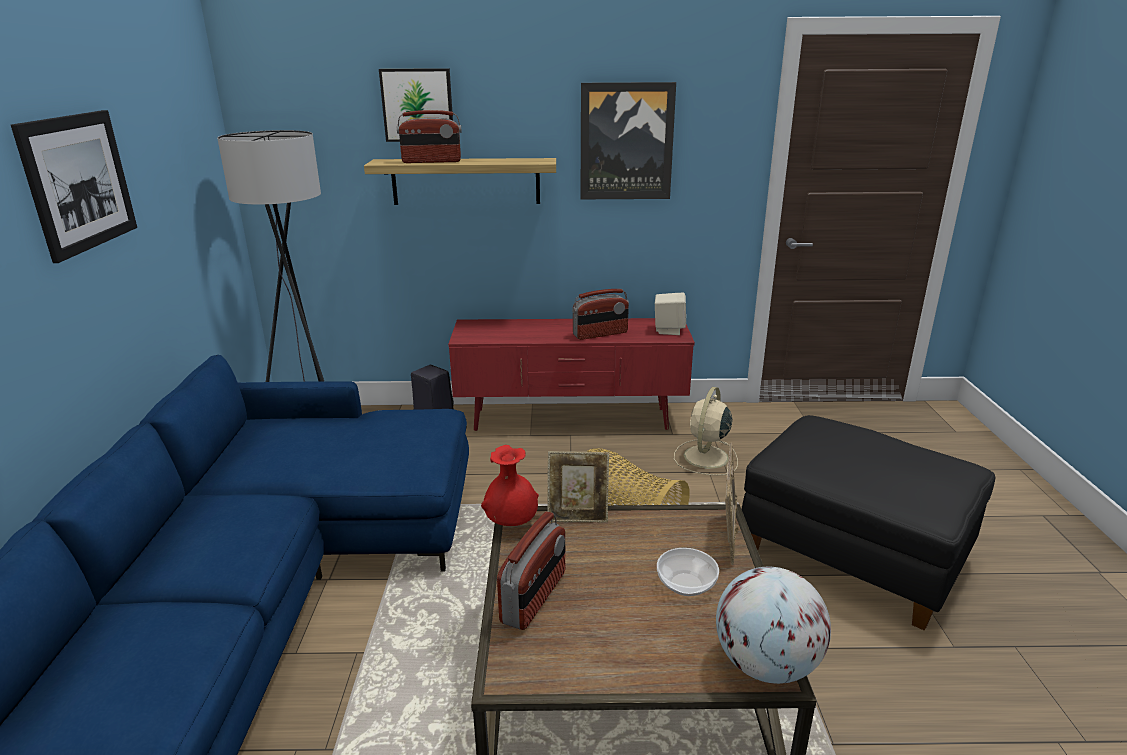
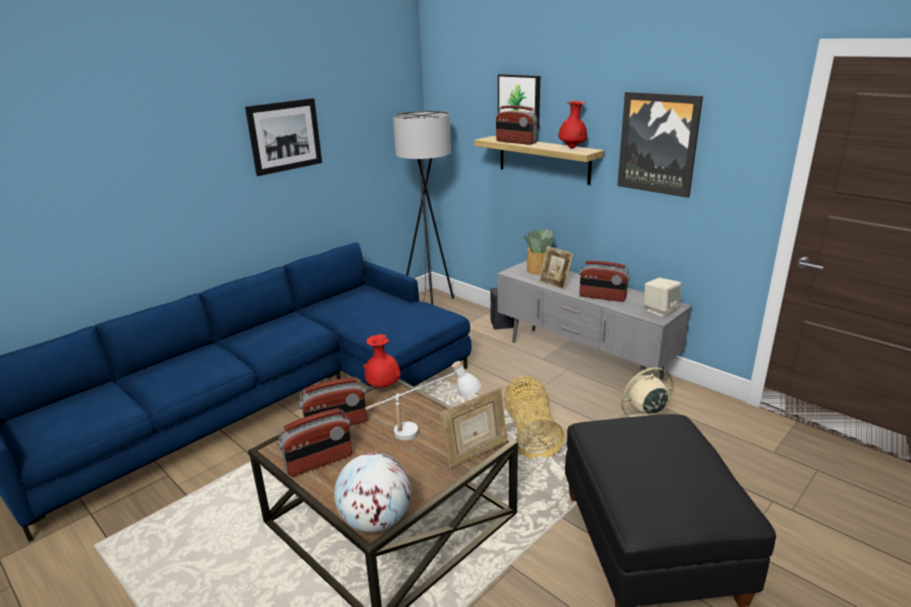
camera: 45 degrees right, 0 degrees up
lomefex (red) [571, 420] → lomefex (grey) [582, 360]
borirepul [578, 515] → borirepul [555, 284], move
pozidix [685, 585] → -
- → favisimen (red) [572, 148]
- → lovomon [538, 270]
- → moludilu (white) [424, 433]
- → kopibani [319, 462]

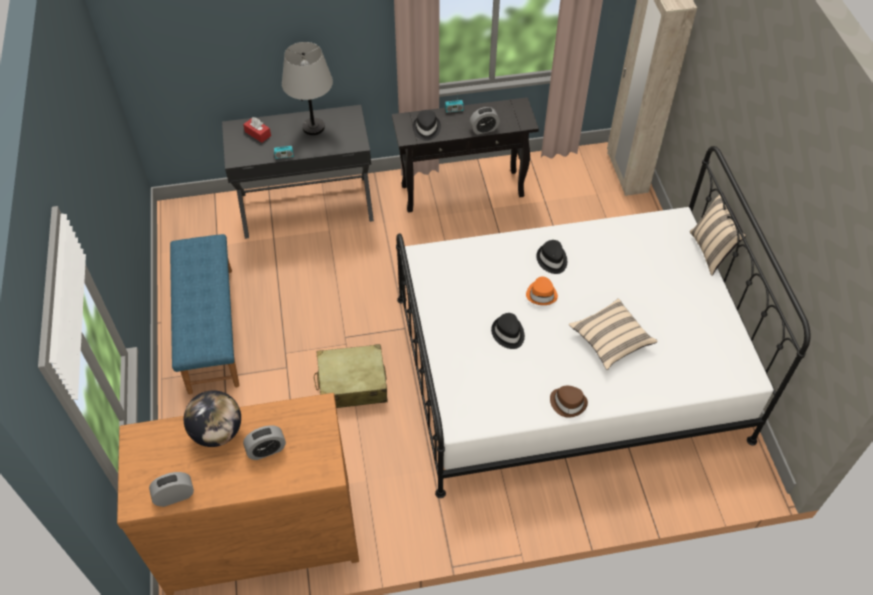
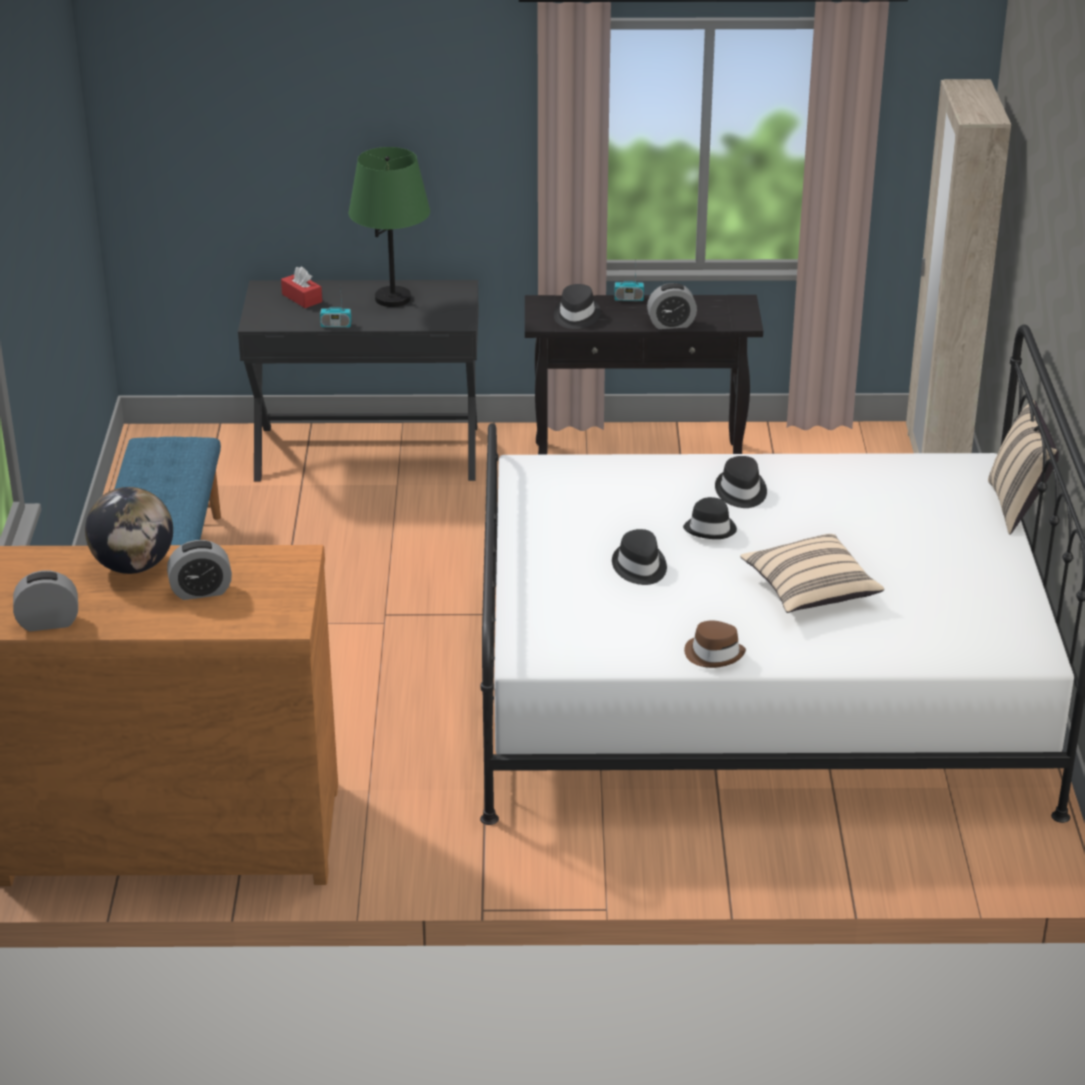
camera: 10 degrees right, 20 degrees down
moludilu (grey) [313, 127] → moludilu (green) [392, 298]
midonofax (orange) [542, 294] → midonofax (black) [711, 528]
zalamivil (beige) [352, 384] → -

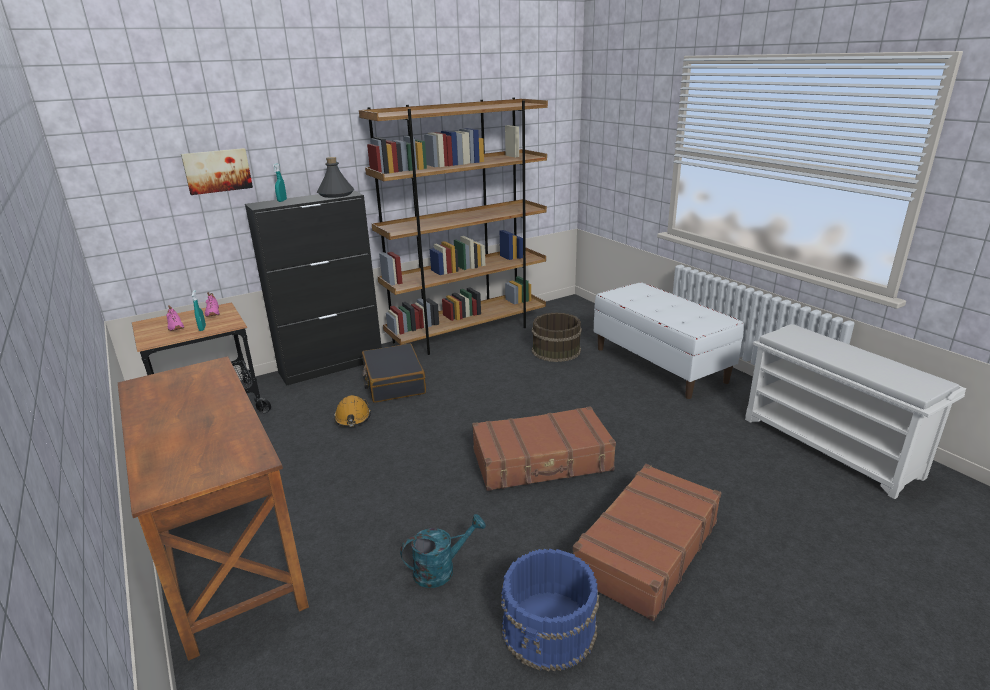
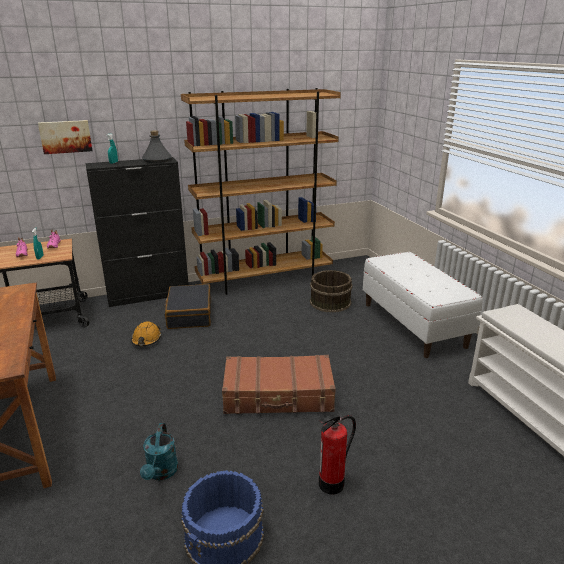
camera: 10 degrees right, 0 degrees up
zalamivil (brown) [645, 549] → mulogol [331, 484]
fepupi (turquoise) [441, 569] → fepupi (turquoise) [161, 473], 105 degrees clockwise

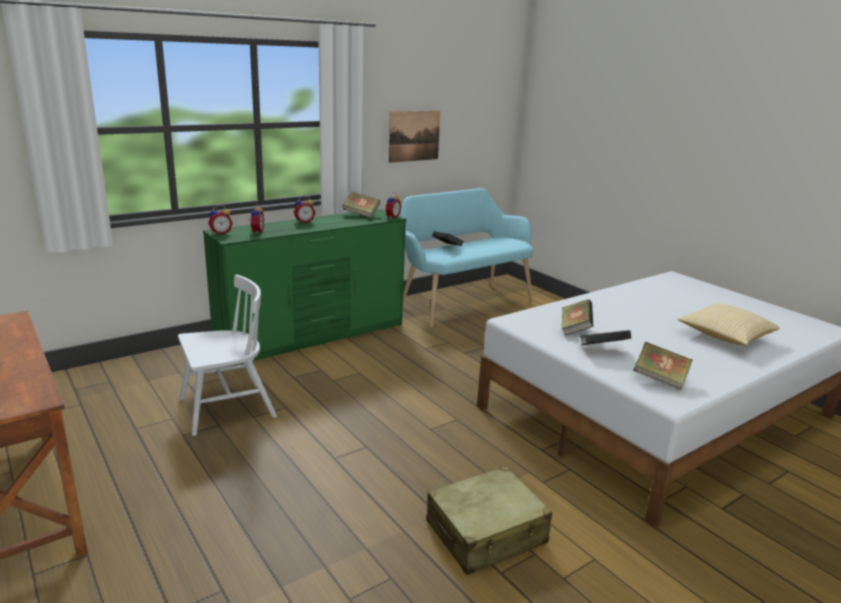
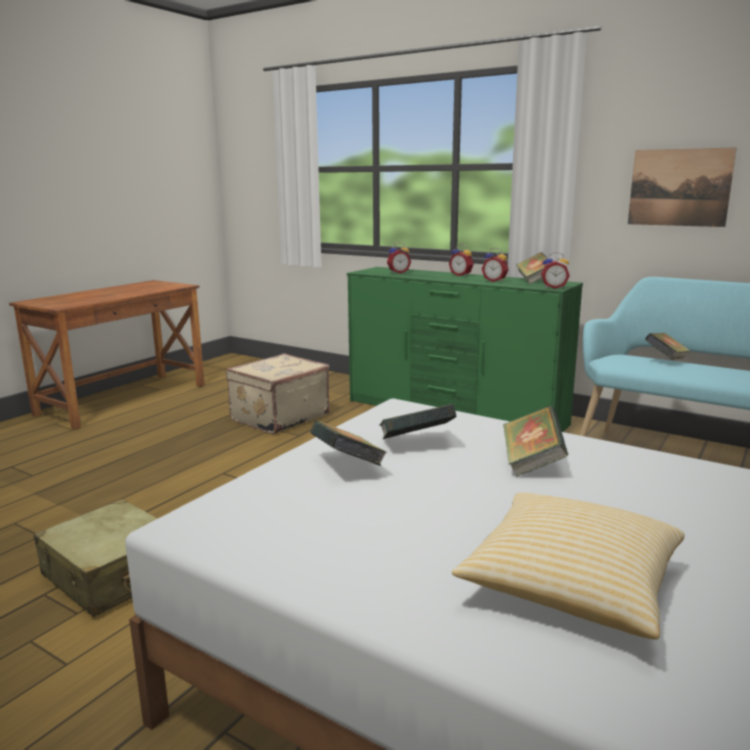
camera: 70 degrees right, 5 degrees down
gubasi [220, 233] → gubasi [495, 281], move
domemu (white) [226, 408] → zalamivil (beige) [278, 417]
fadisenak [660, 379] → fadisenak [531, 463], move

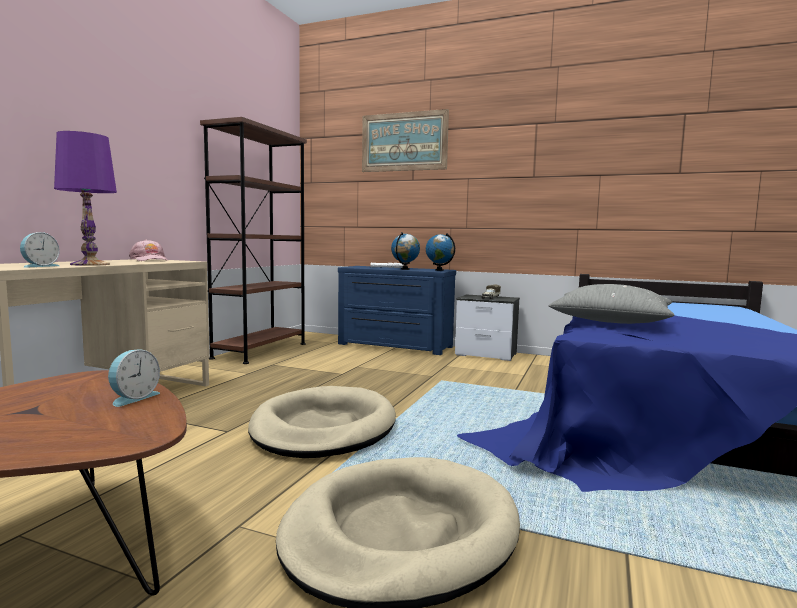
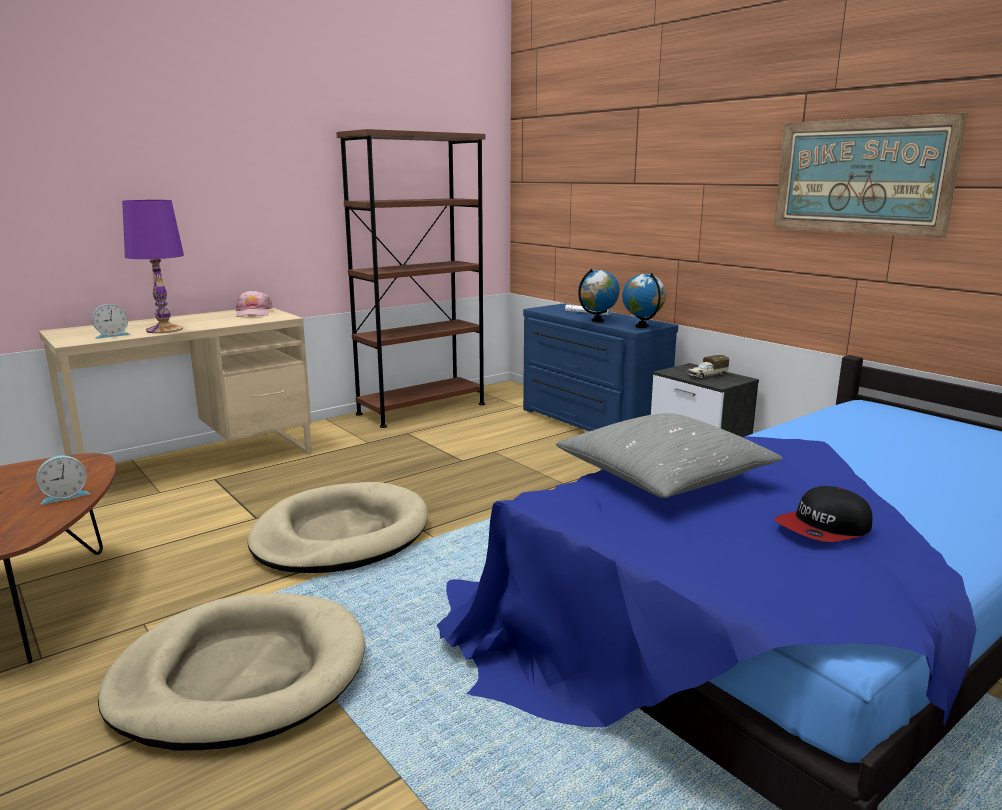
camera: 30 degrees right, 10 degrees up
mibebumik [404, 142] → mibebumik [861, 176], move
- → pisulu [824, 528]

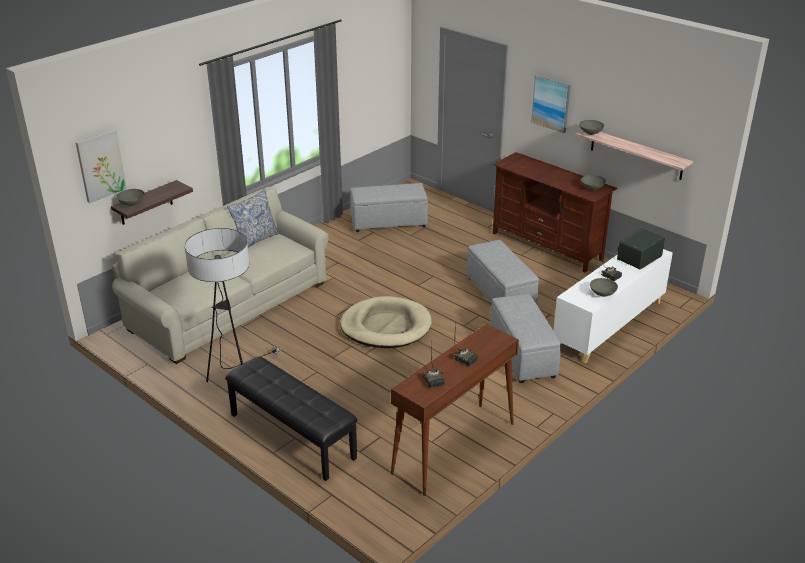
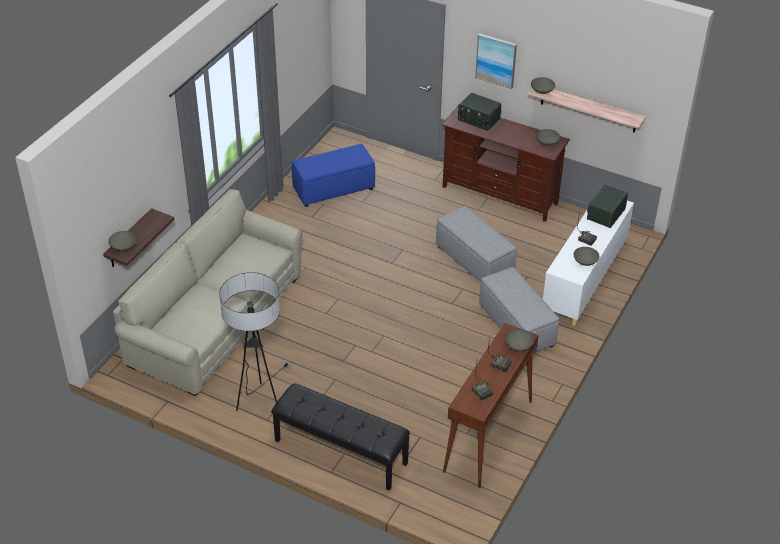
camera: 15 degrees left, 10 degrees up
mibebumik [100, 165] → -
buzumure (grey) [388, 222] → buzumure (blue) [333, 189]
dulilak [255, 239] → -
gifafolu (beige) [386, 326] → -
- → kopibani [478, 120]
- → pozidix (grey) [518, 346]

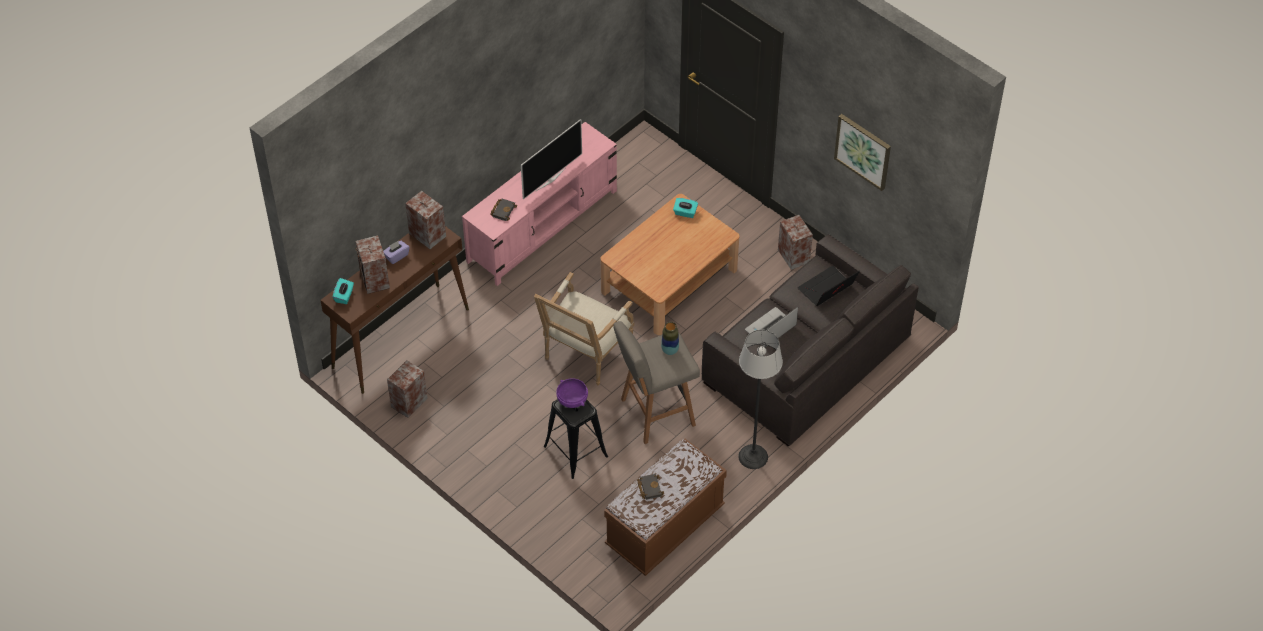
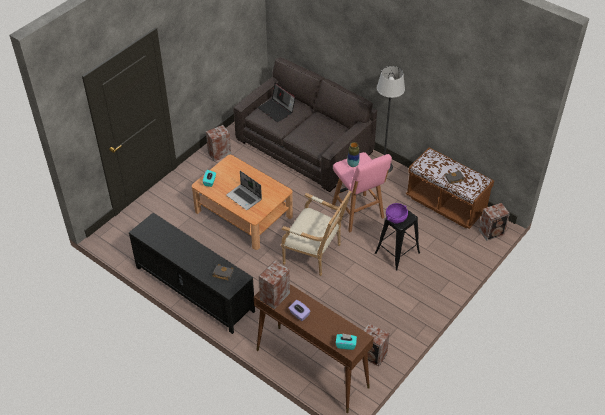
camera: 95 degrees left, 5 degrees down
mibebumik [863, 151] → -
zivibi [550, 179] → -
lomefex (pink) [543, 226] → lomefex (black) [194, 288]
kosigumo [374, 280] → kosigumo [492, 232], move
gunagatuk [770, 329] → gunagatuk [244, 197], move
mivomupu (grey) [655, 413] → mivomupu (pink) [358, 214]

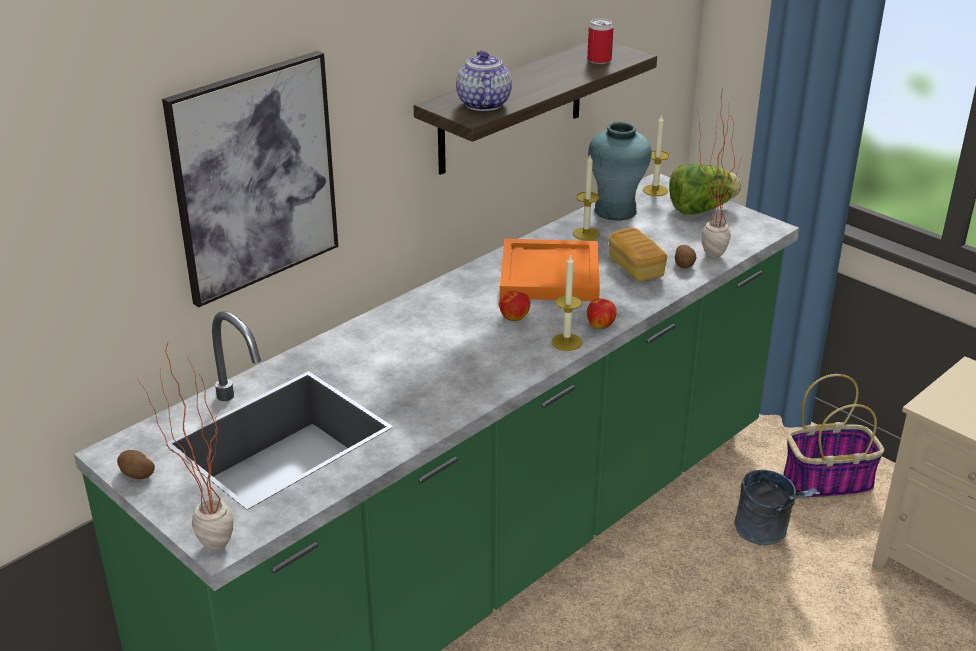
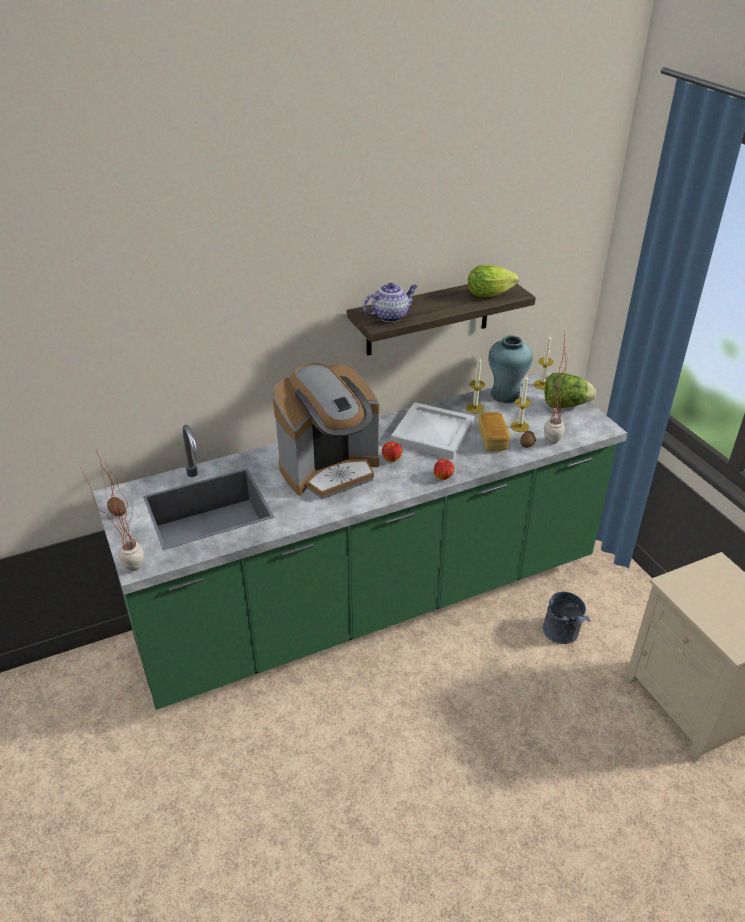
camera: 20 degrees right, 5 degrees up
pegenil [599, 60] → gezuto [492, 294]
mibebumik [254, 177] → -
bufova [483, 103] → bufova [390, 316], 45 degrees clockwise
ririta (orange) [551, 275] → ririta (white) [433, 434]
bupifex [566, 342] → bupifex [519, 426], move
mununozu [828, 482] → -
- → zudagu [330, 469]

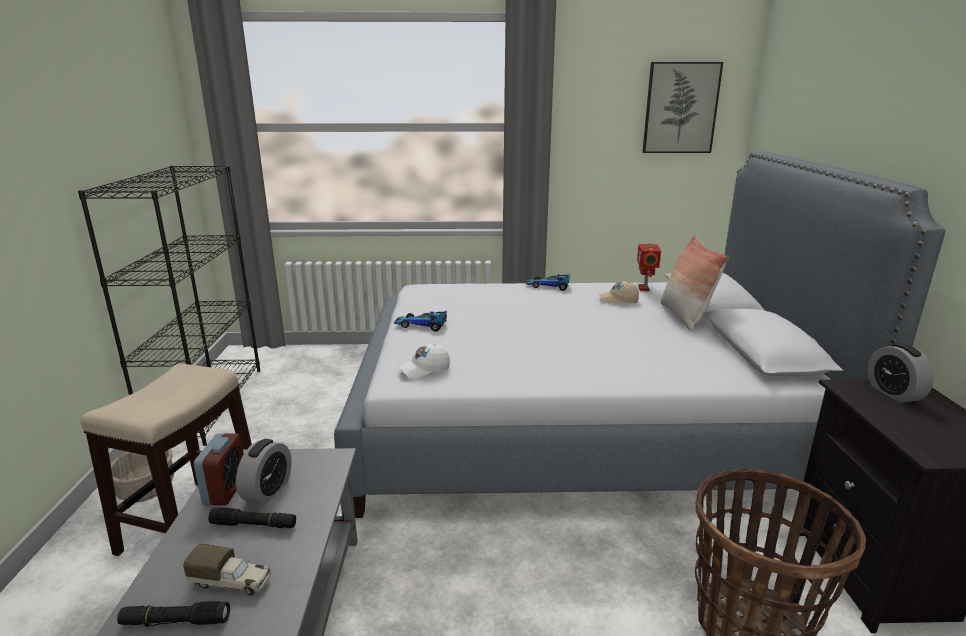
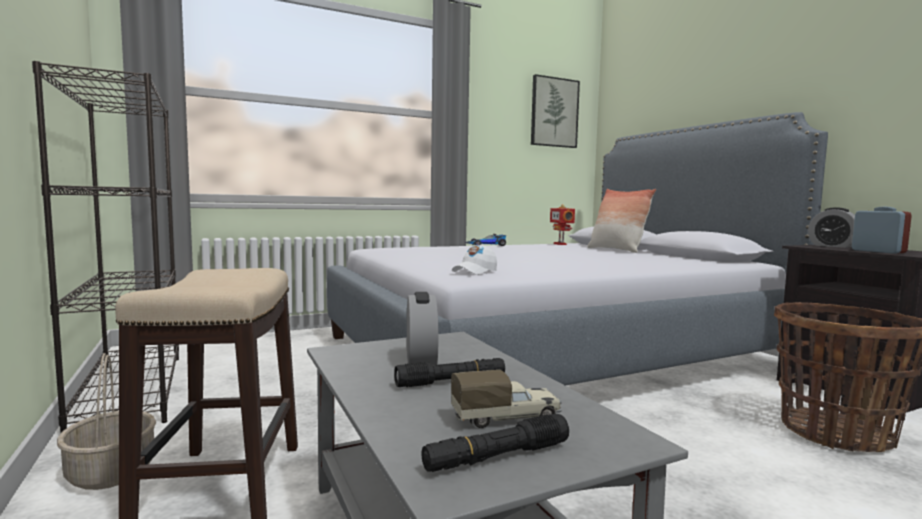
camera: 25 degrees left, 15 degrees down
pisulu (beige) [618, 300] → -
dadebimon [422, 325] → -
gubasi [225, 490] → gubasi [878, 251], move

